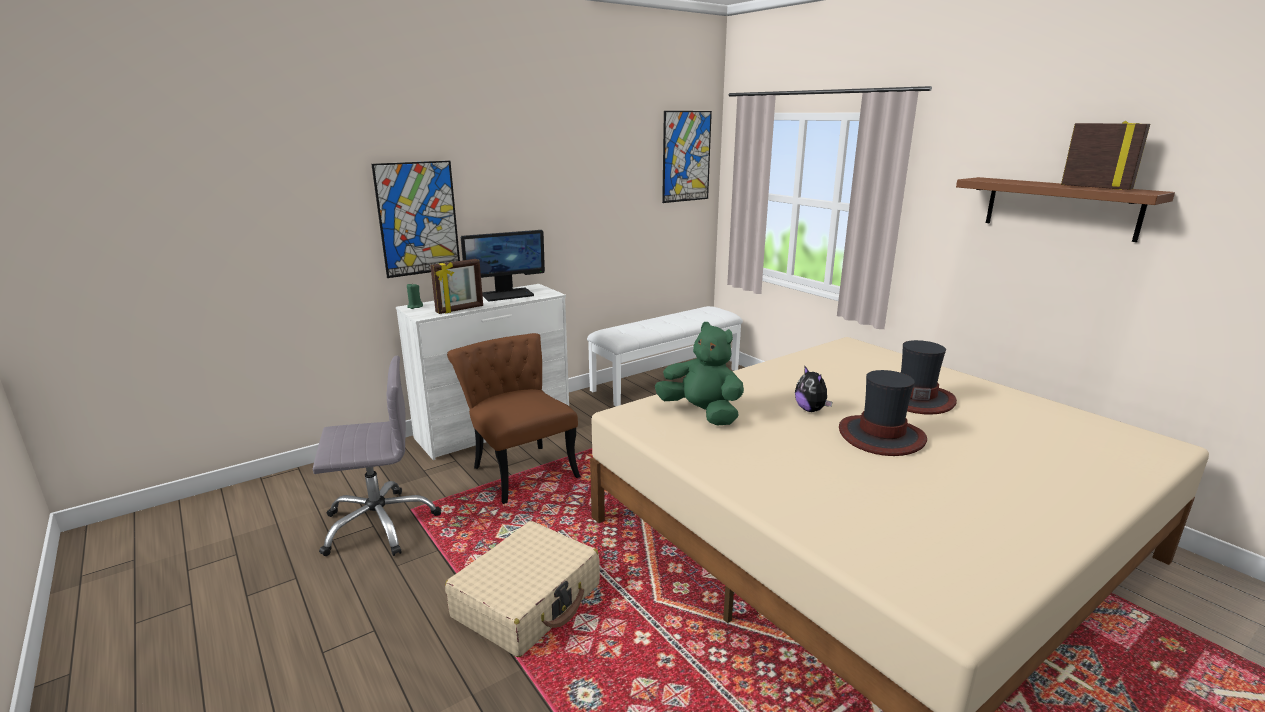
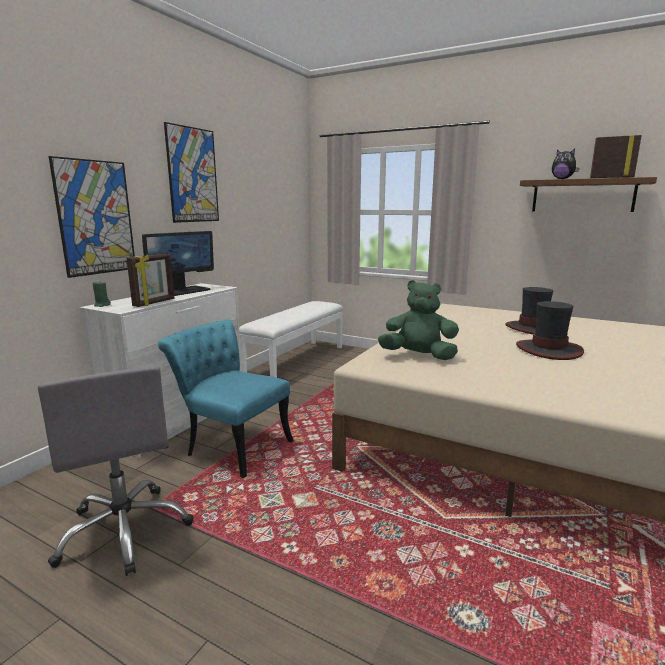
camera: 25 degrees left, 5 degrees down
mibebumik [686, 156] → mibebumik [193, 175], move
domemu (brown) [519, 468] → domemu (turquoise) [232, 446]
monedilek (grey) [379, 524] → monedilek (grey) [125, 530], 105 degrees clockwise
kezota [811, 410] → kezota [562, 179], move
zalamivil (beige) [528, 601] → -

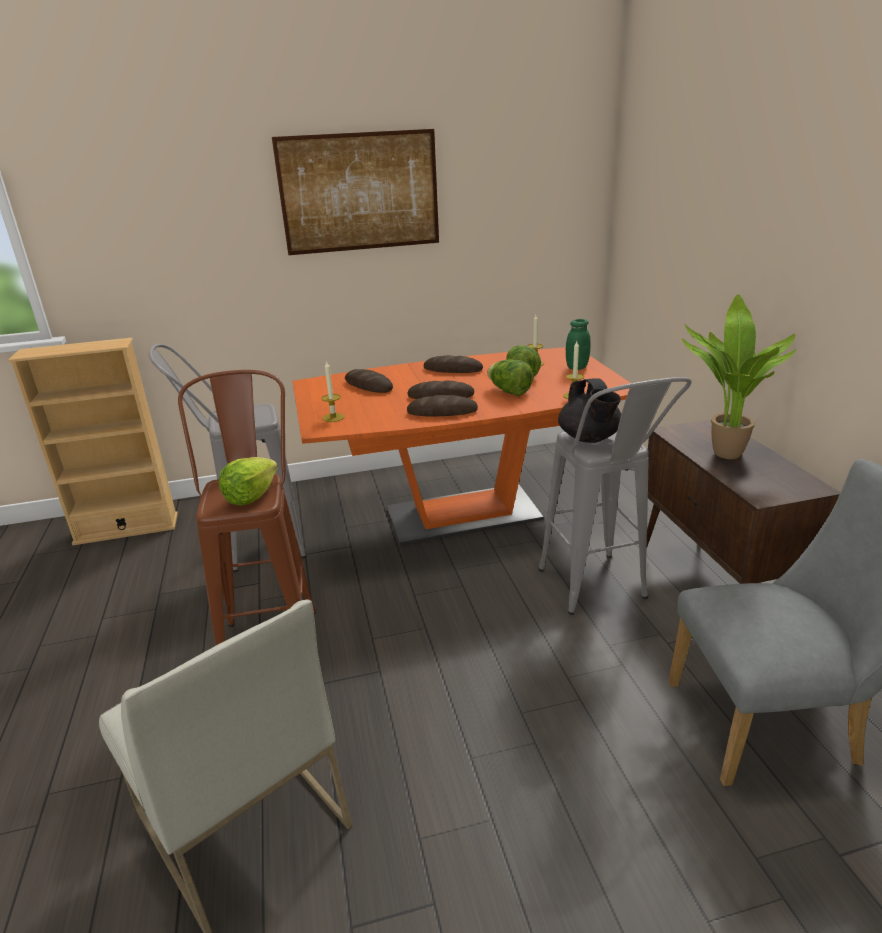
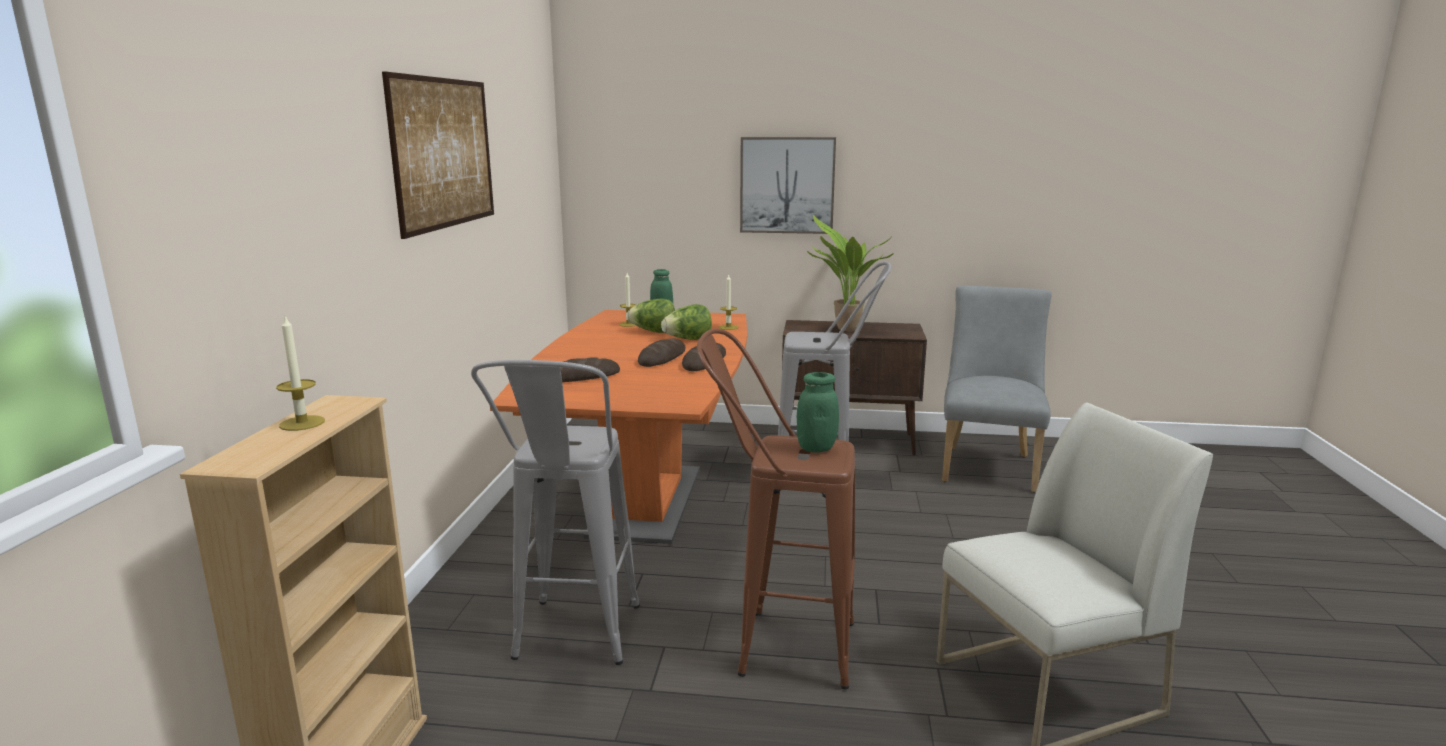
camera: 70 degrees left, 10 degrees down
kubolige [453, 369] → -
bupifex [333, 417] → bupifex [302, 423], move
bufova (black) [589, 438] → -
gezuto [251, 496] → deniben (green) [816, 448]
- → mibebumik [787, 185]

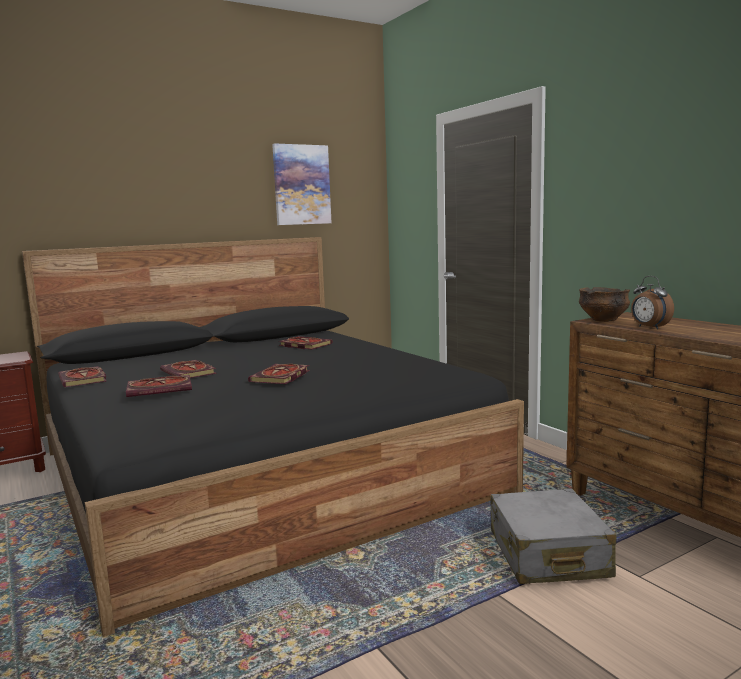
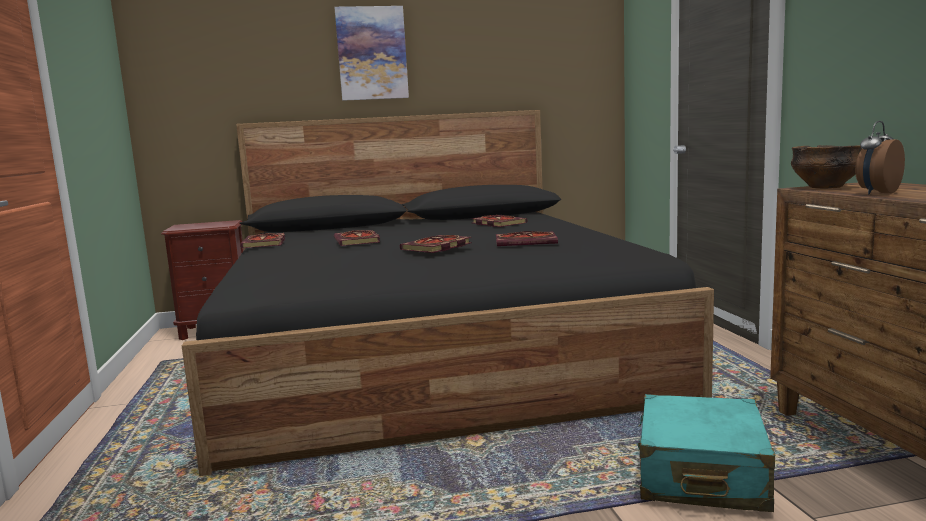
camera: 20 degrees right, 0 degrees up
mibebumik [301, 185] → mibebumik [372, 53], move
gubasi [649, 327] → gubasi [876, 193], 60 degrees clockwise
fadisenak [161, 388] → fadisenak [527, 242], move
zalamivil (grey) [547, 554] → zalamivil (turquoise) [701, 474]

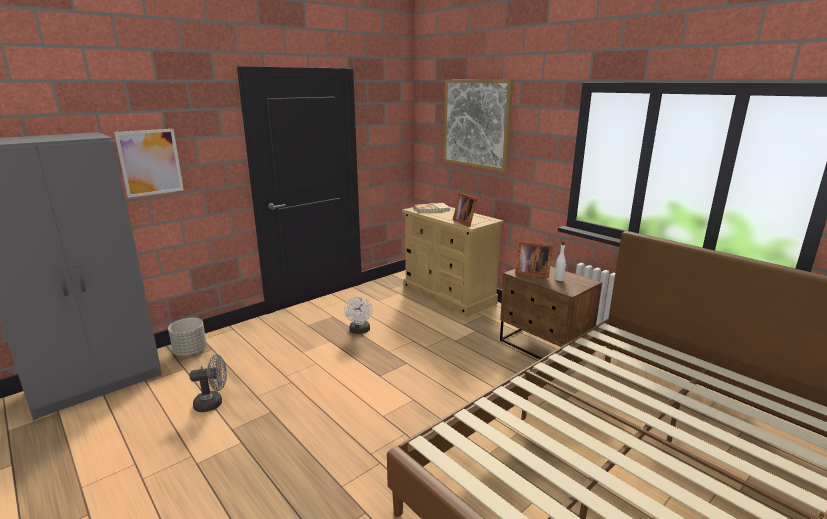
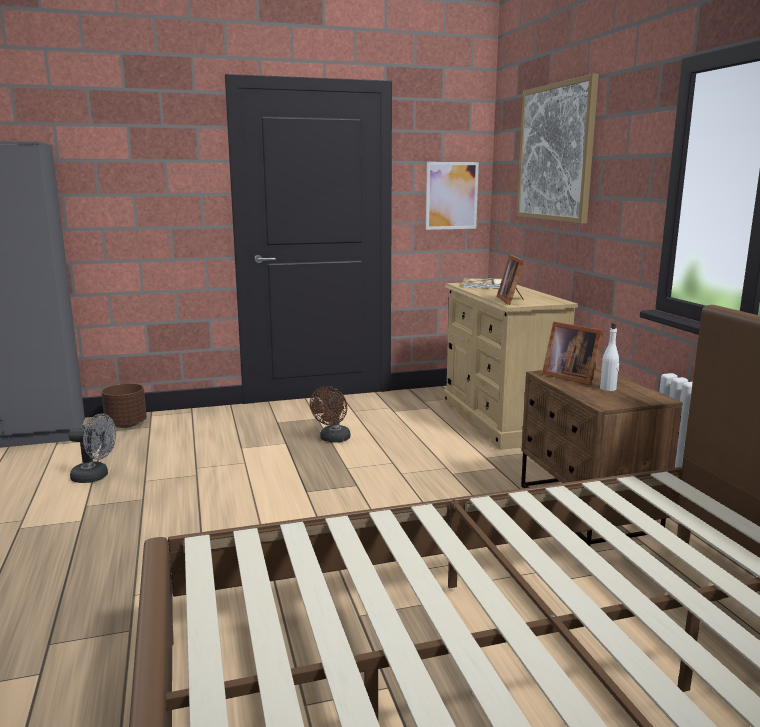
camera: 25 degrees right, 5 degrees down
mibebumik [150, 162] → mibebumik [451, 195], move
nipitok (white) [359, 331] → nipitok (brown) [333, 439]
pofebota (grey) [190, 352] → pofebota (brown) [126, 425]

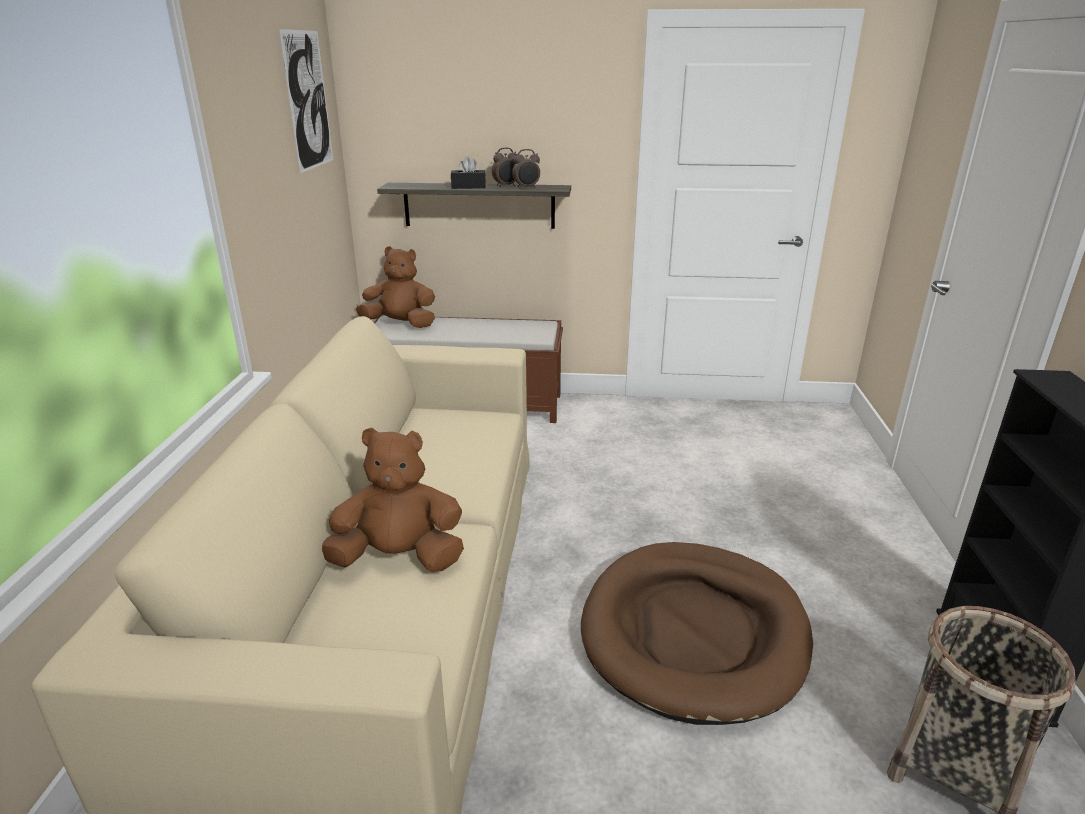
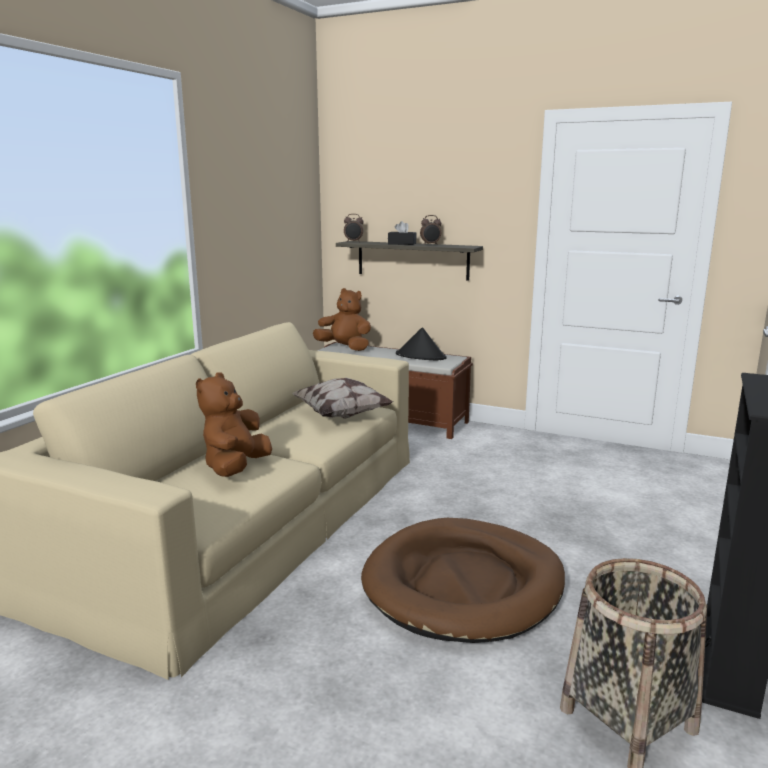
camera: 20 degrees right, 10 degrees down
mibebumik [308, 100] → -
gubasi [527, 188] → gubasi [353, 241], move
kezota (brown) [399, 558] → kezota (brown) [236, 468], 90 degrees counterclockwise
- → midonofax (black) [421, 356]
- → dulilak [342, 415]

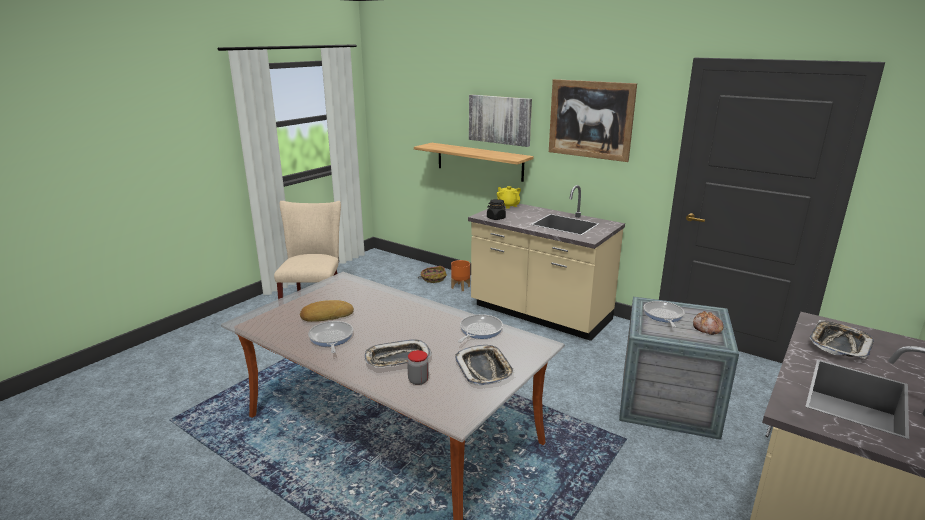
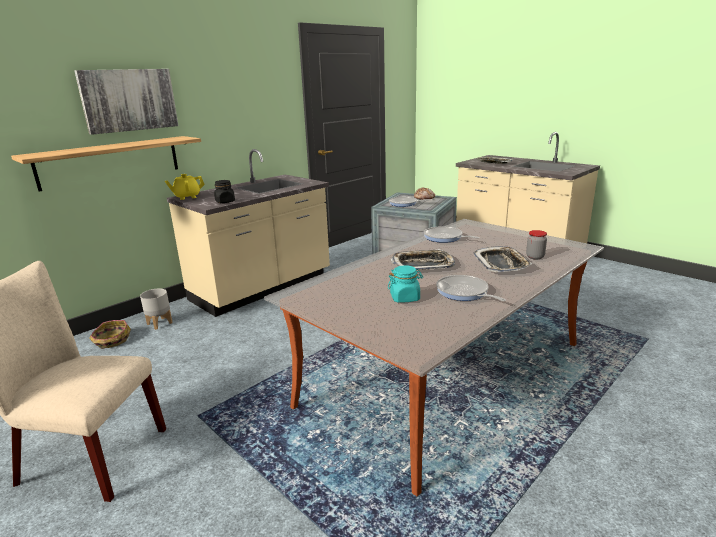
camera: 80 degrees left, 0 degrees up
mibebumik [590, 119] → -
pofebota (orange) [460, 287] → pofebota (grey) [159, 323]
kubolige [326, 315] → deniben (turquoise) [405, 298]
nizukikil [331, 338] → nizukikil [464, 292], 60 degrees clockwise
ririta [484, 369] → ririta [423, 264], move

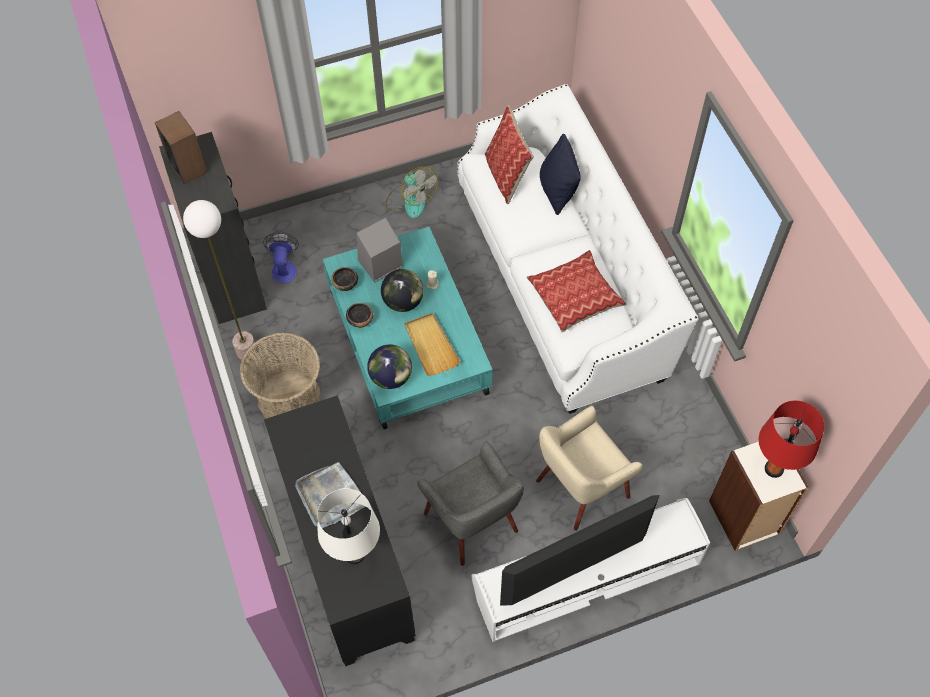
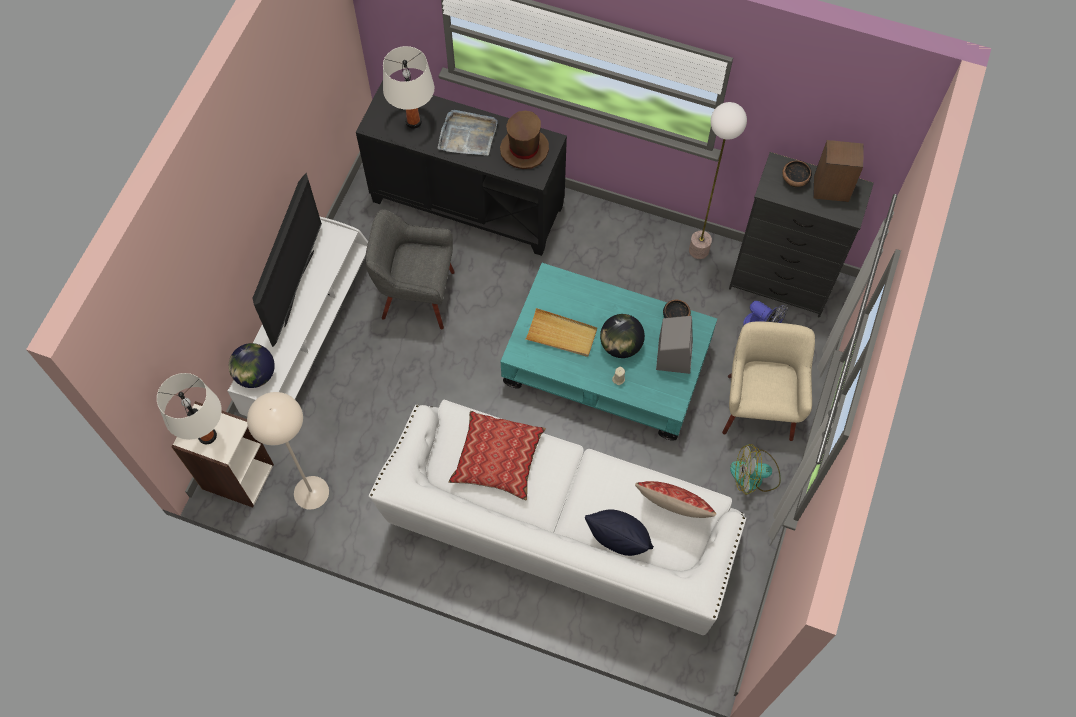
camera: 130 degrees right, 5 degrees up
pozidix [360, 320] → pozidix [795, 180], move
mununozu [289, 398] → -
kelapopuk [391, 377] → kelapopuk [255, 375], move
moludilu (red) [774, 469] → moludilu (white) [207, 436]
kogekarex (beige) [581, 488] → kogekarex (beige) [759, 406], move
- → midonofax (brown) [524, 149]
- → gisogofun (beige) [311, 492]

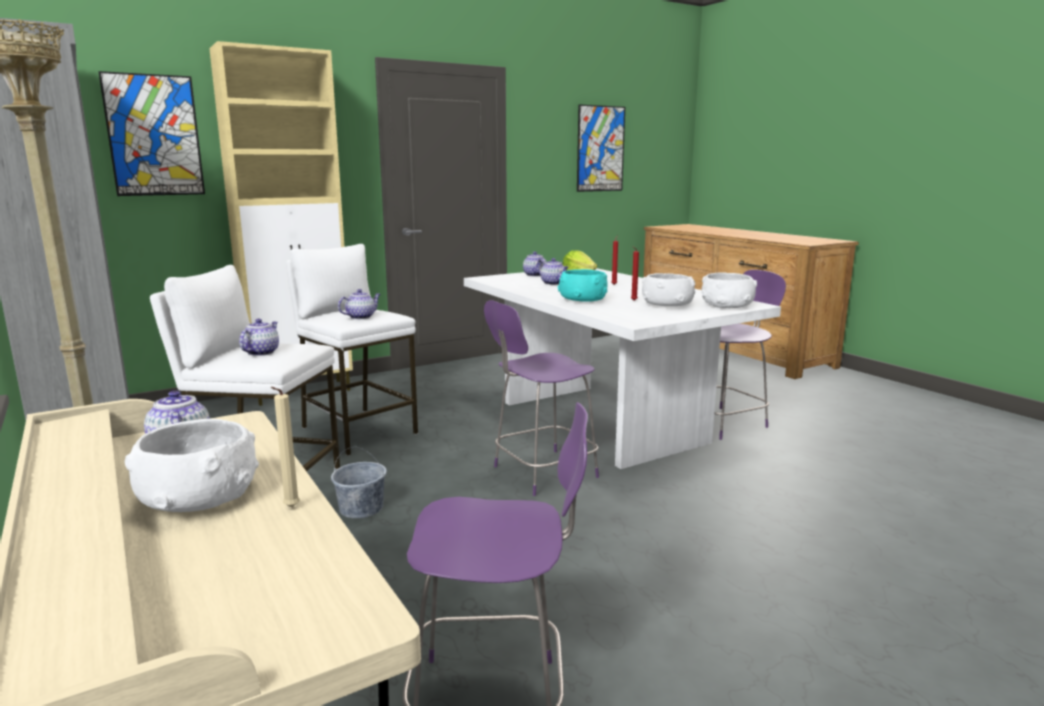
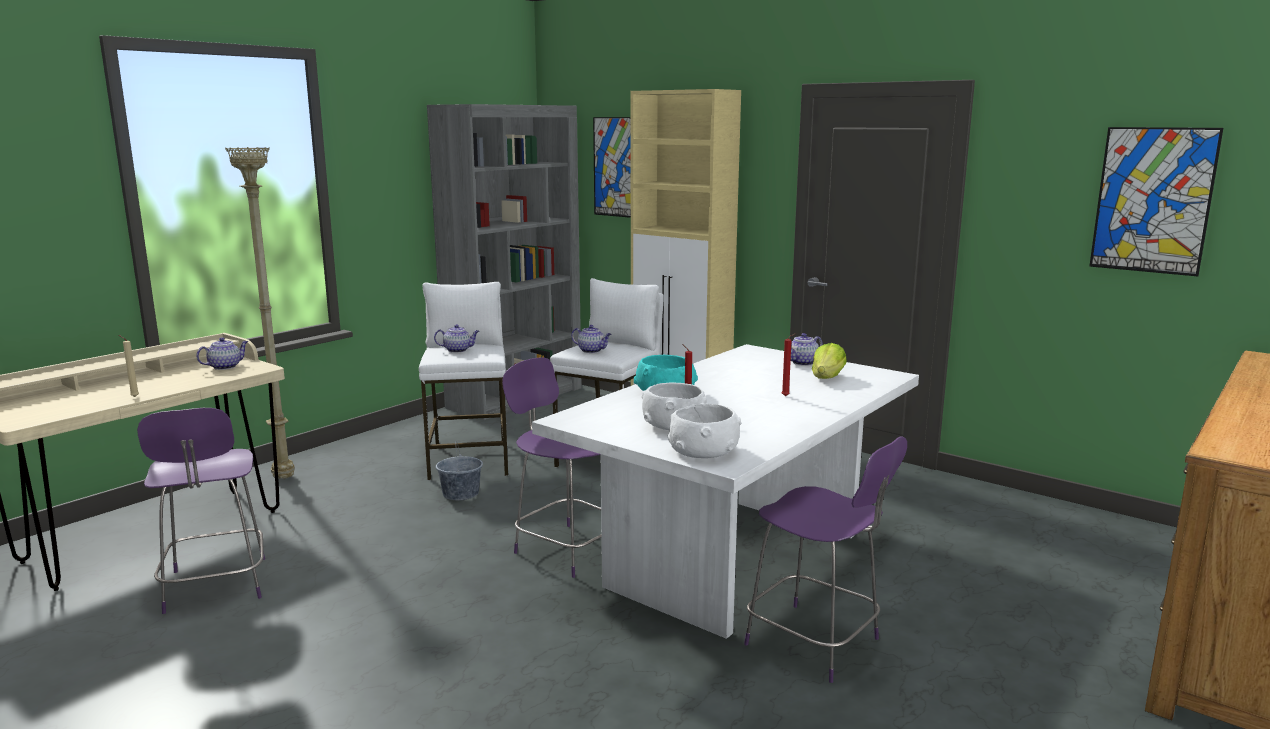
camera: 70 degrees right, 0 degrees up
bufova [554, 283] → -
pozidix (white) [197, 497] → -

